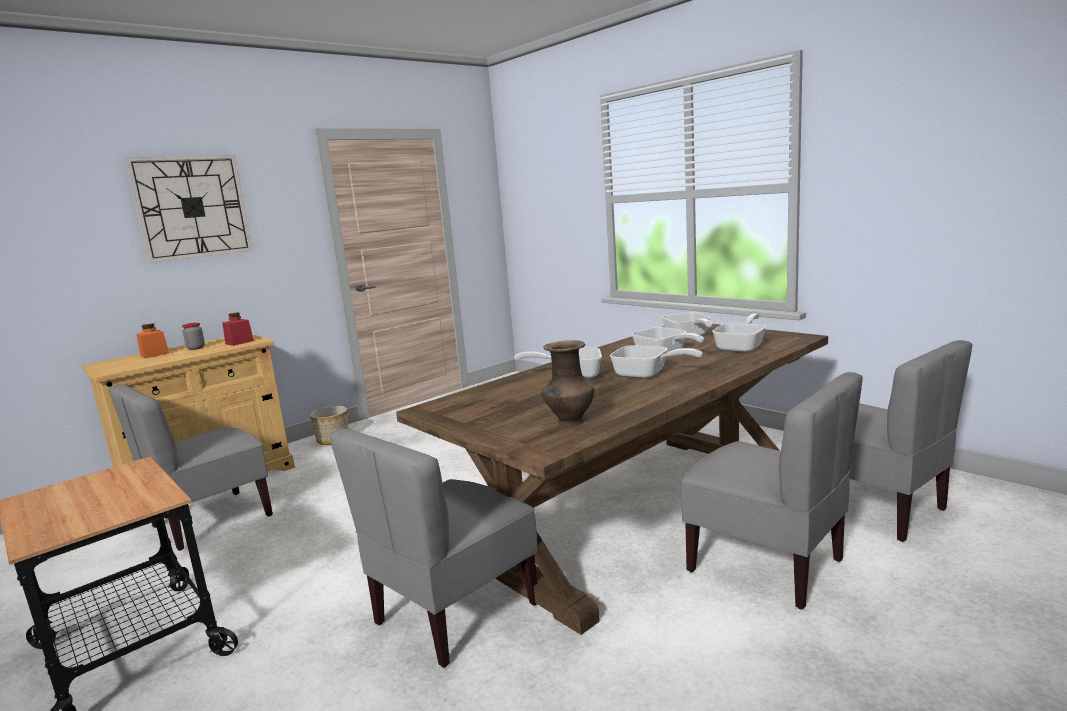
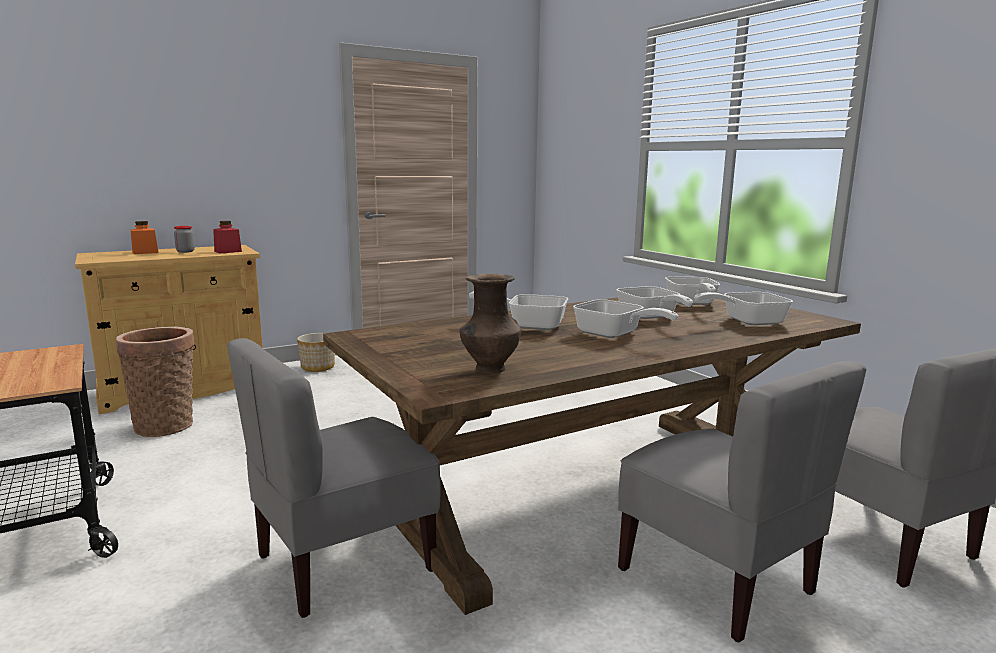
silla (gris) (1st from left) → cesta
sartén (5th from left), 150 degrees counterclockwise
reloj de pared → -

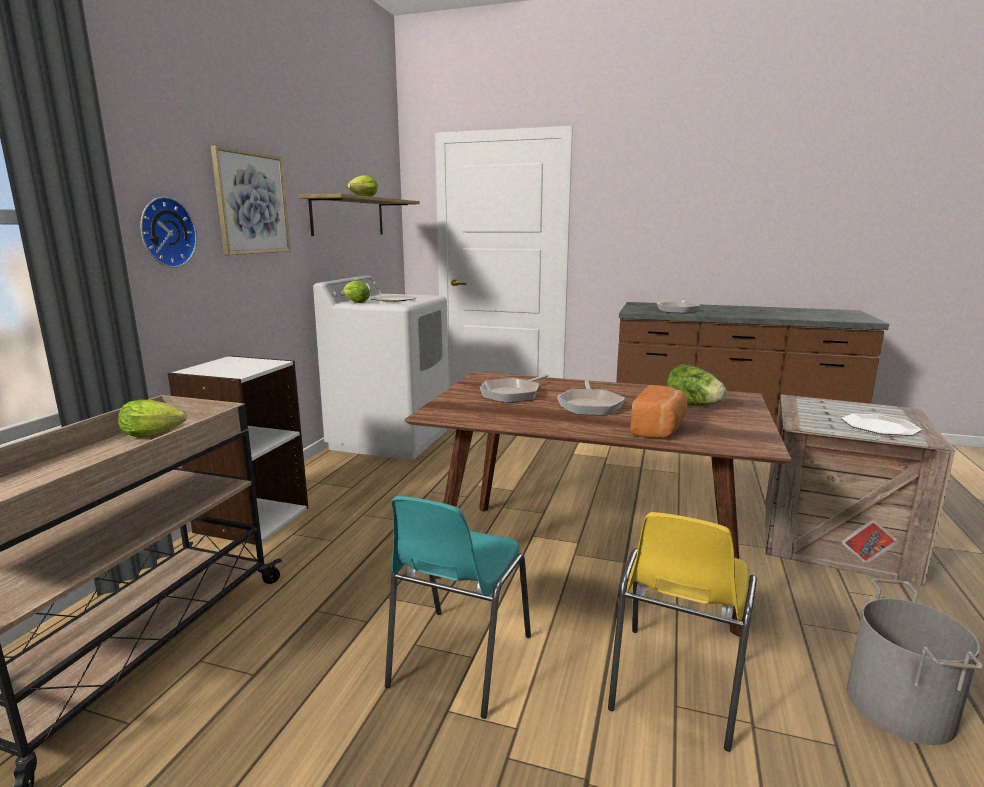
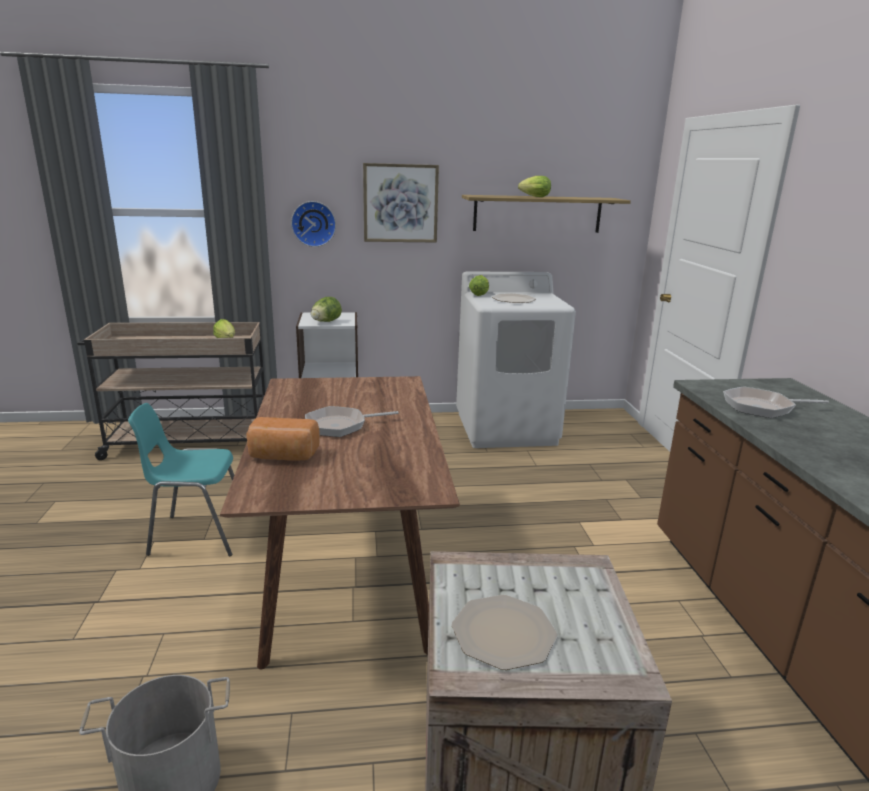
lechuga (4th from left in the first image) → lechuga (2nd from left), move
sartén (1st from left) → -
silla (amarillo) → -

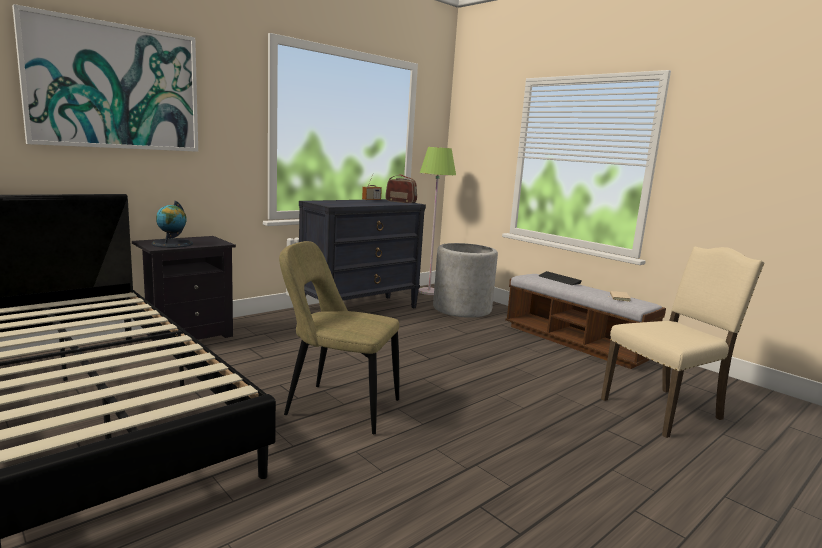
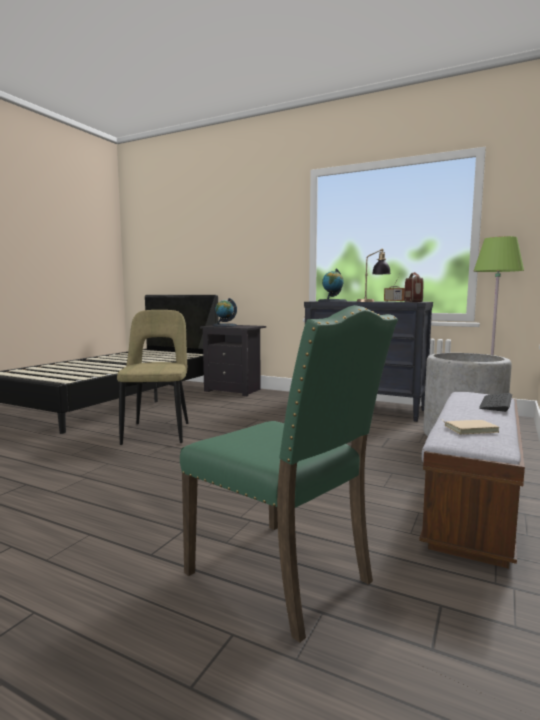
silla (beis) (2nd from left) → silla (verde)
- → globo terráqueo (2nd from left)
- → lámpara de mesa
cuadro → -

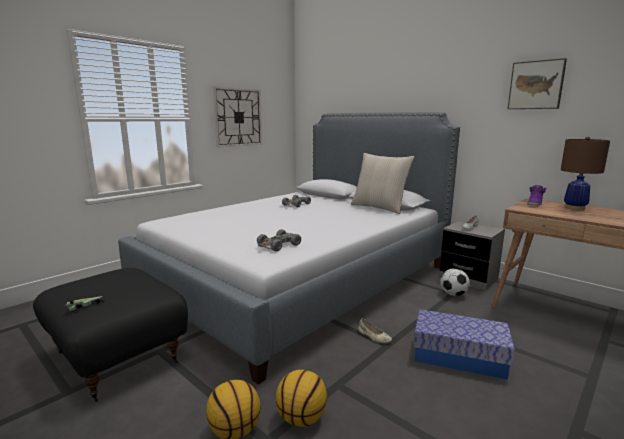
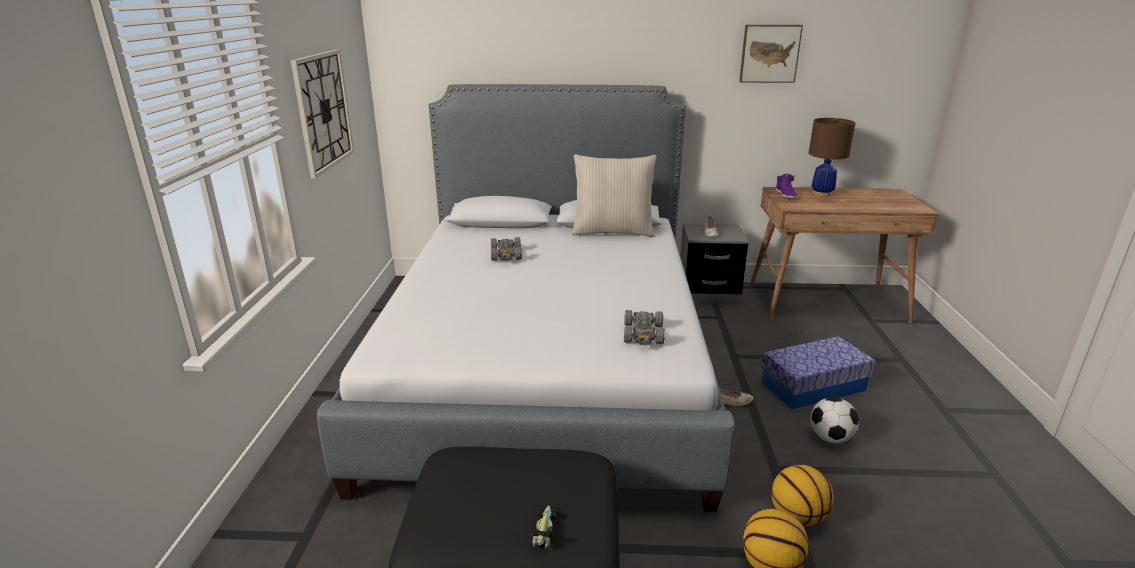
balón de fútbol, move

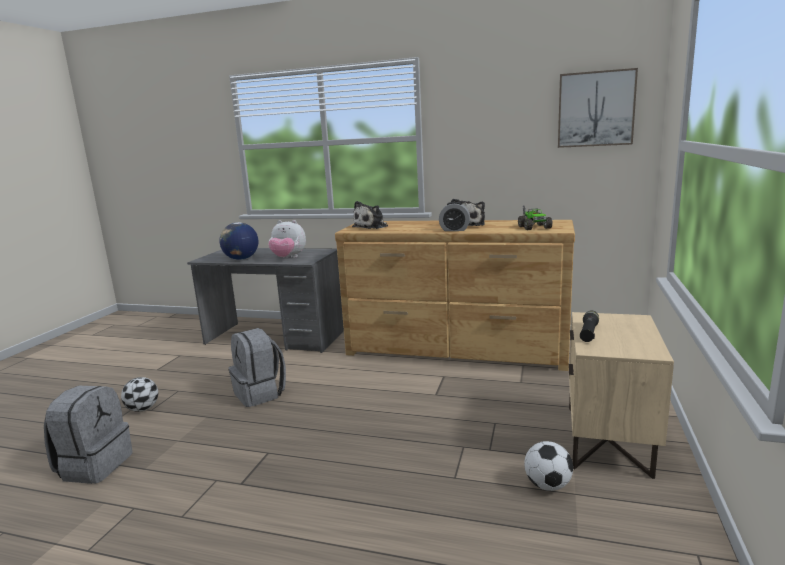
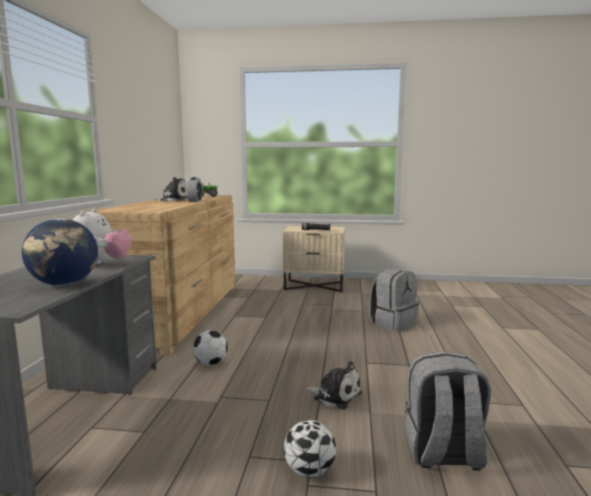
balón de fútbol (2nd from left in the first image) → balón de fútbol (1st from left), move
peluche (2nd from left in the first image) → peluche (3rd from left), move
mochila (gris) (2nd from left in the first image) → mochila (gris) (1st from left), move
cuadro → -

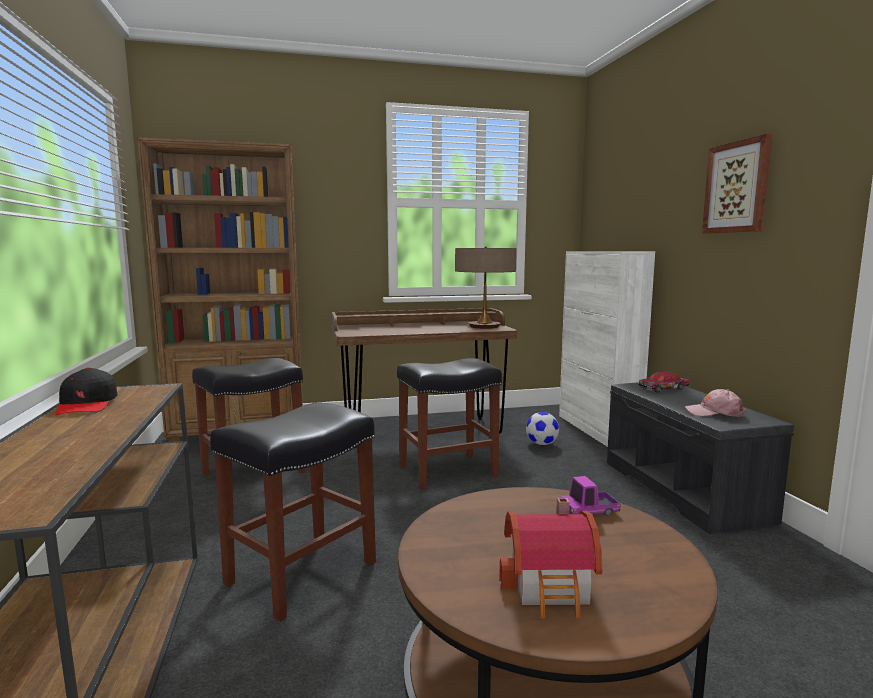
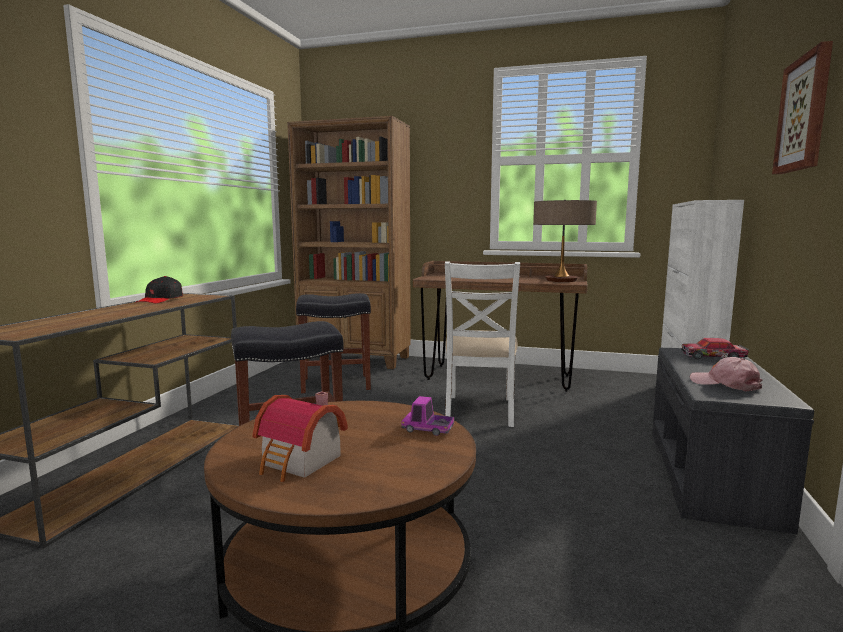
taburete (negro) (3rd from left) → silla (blanco)
balón de fútbol → -

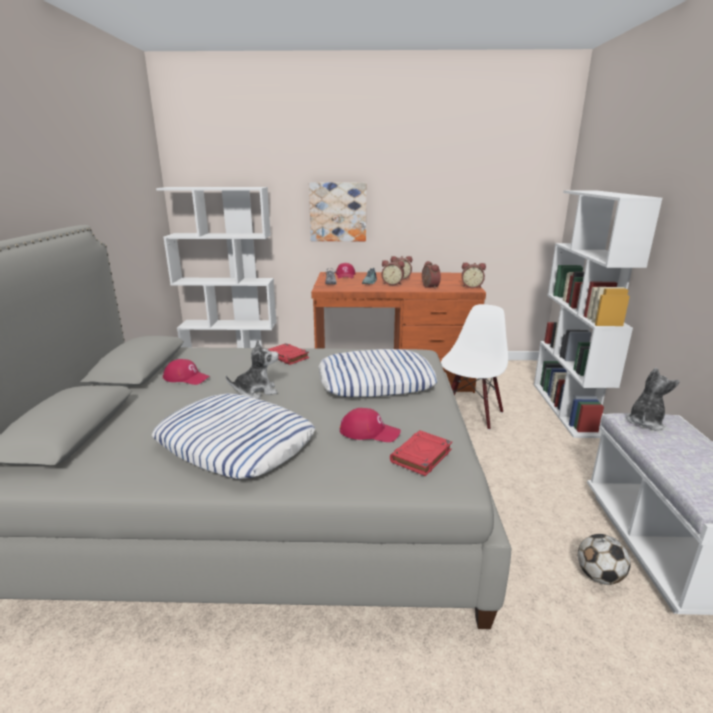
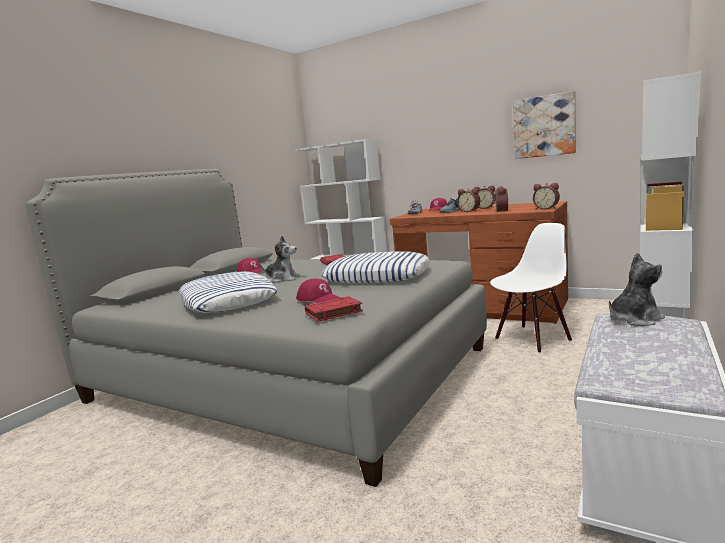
cuadro, move
balón de fútbol → -

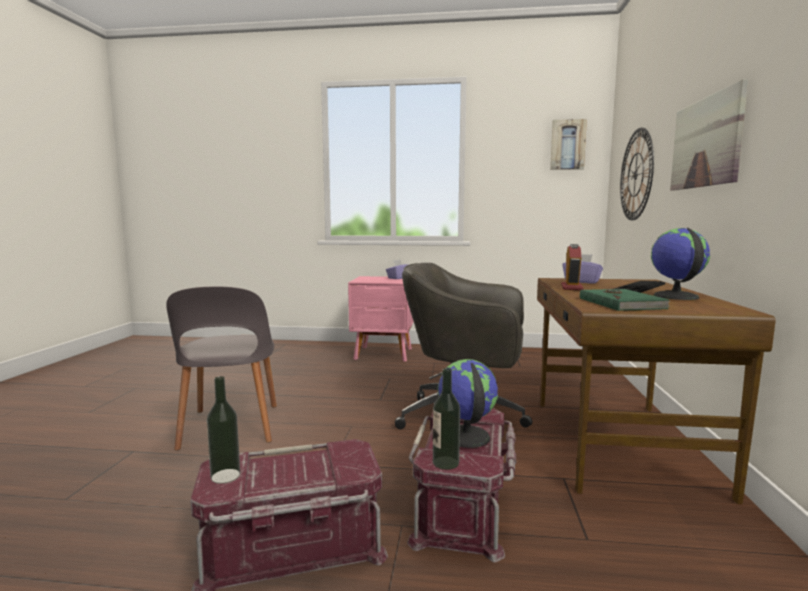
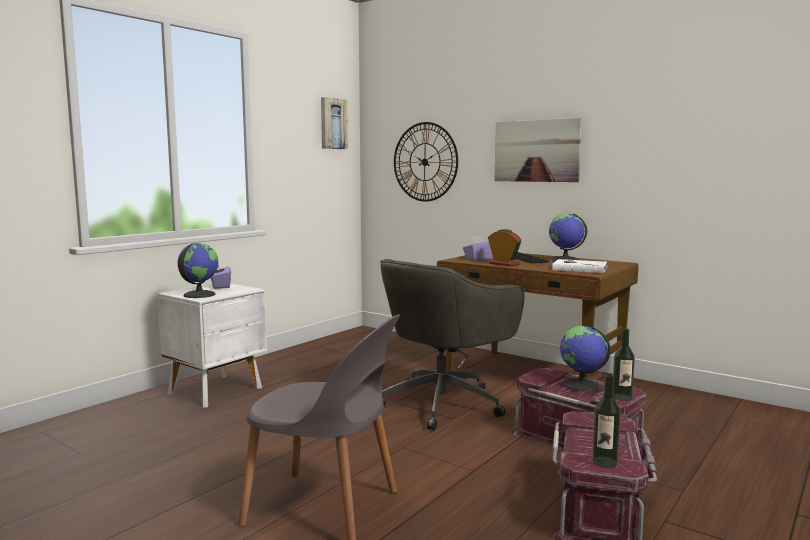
mesita de noche (rosa) → mesita de noche (blanco)
- → globo terráqueo (1st from left)
libro (verde) → libro (blanco)

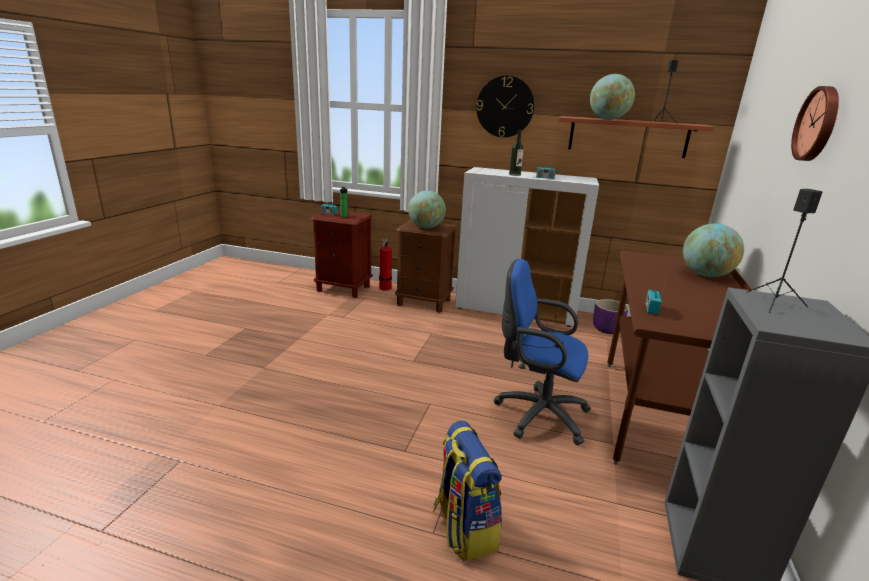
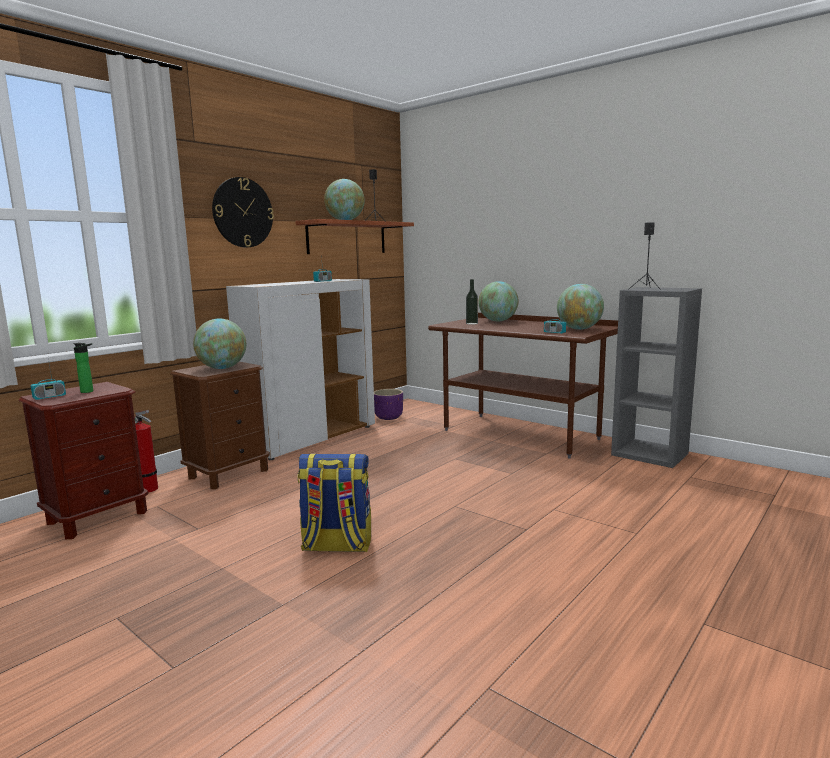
mochila, move
botella (2nd from left), move
- → globo terráqueo (4th from left)
silla de oficina (azul) → -
reloj de pared (2nd from left) → -

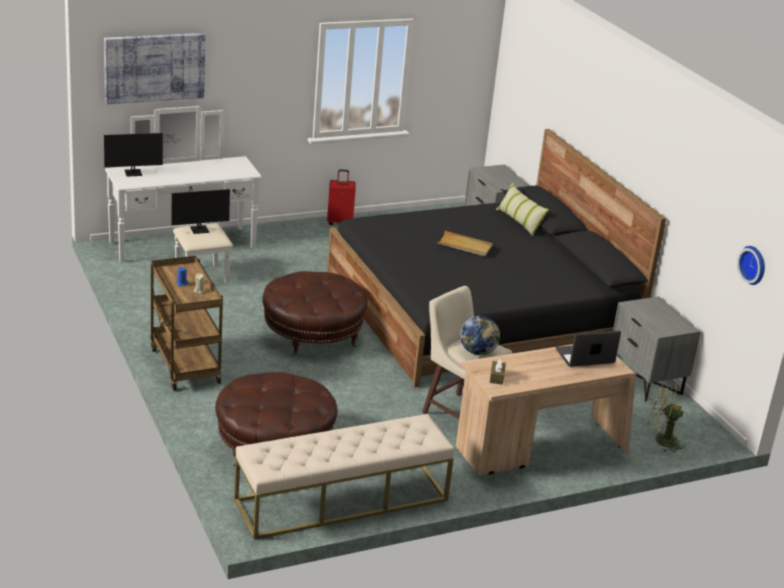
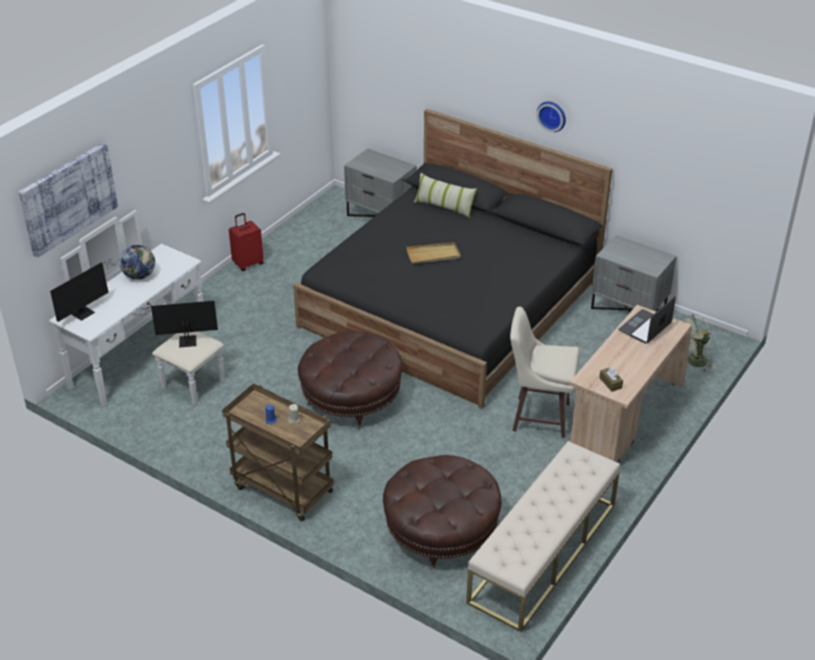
globo terráqueo, move
monitor (2nd from left), 135 degrees counterclockwise
reloj de pared, move

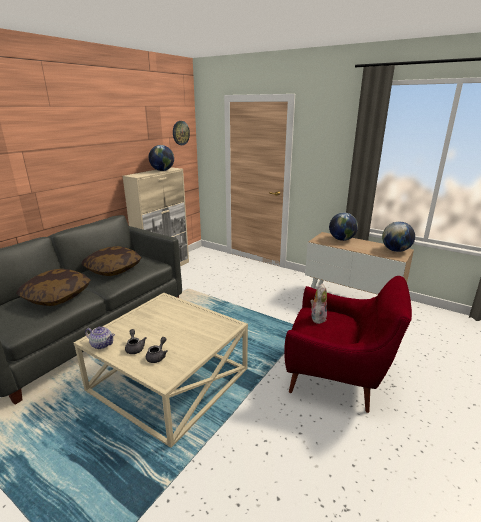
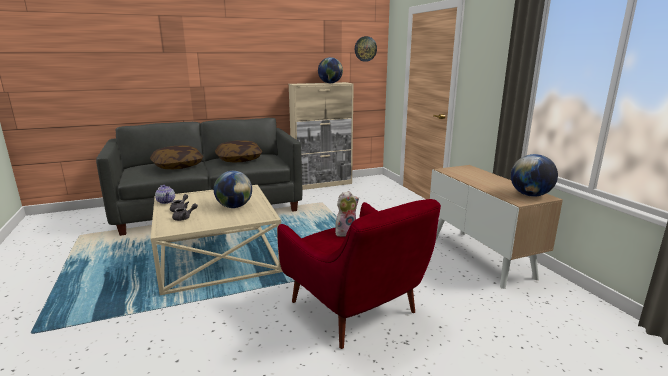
globo terráqueo (2nd from left in the first image) → globo terráqueo (1st from left), move

